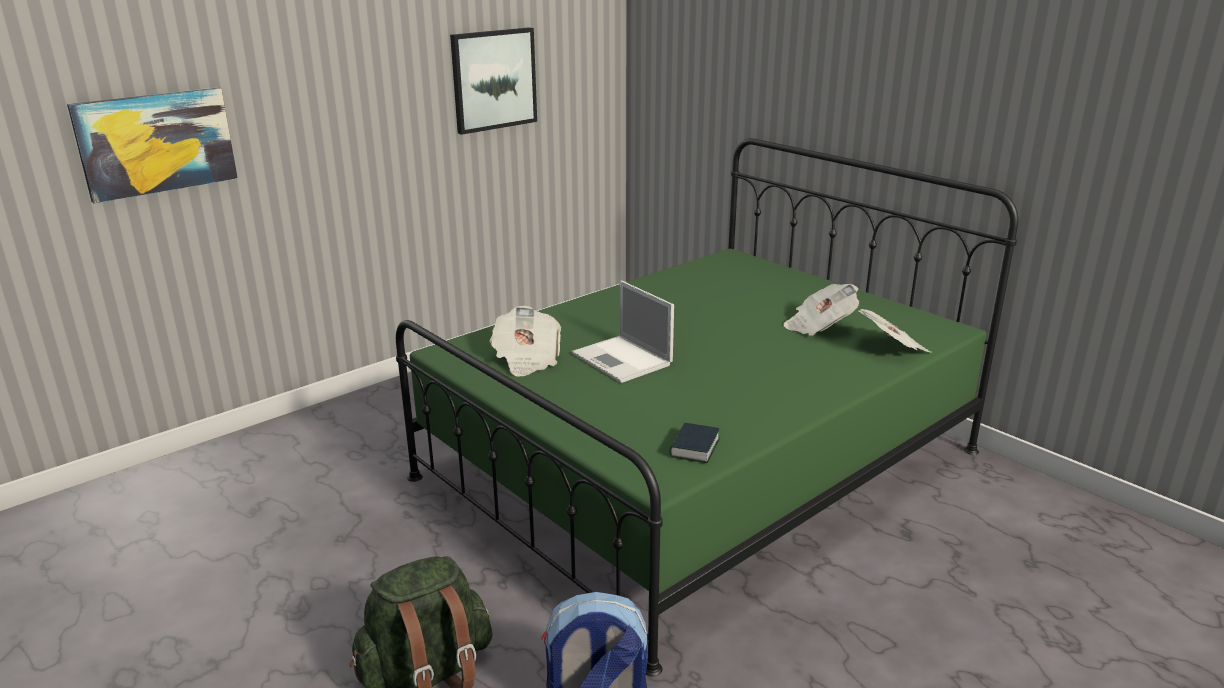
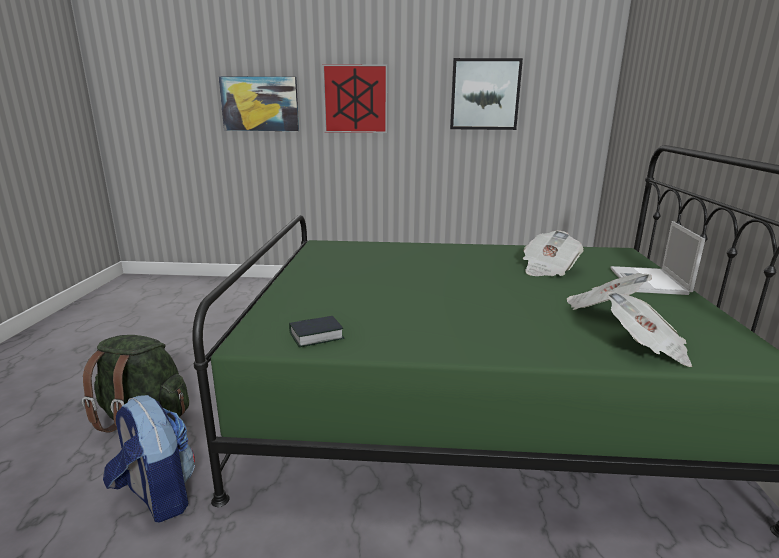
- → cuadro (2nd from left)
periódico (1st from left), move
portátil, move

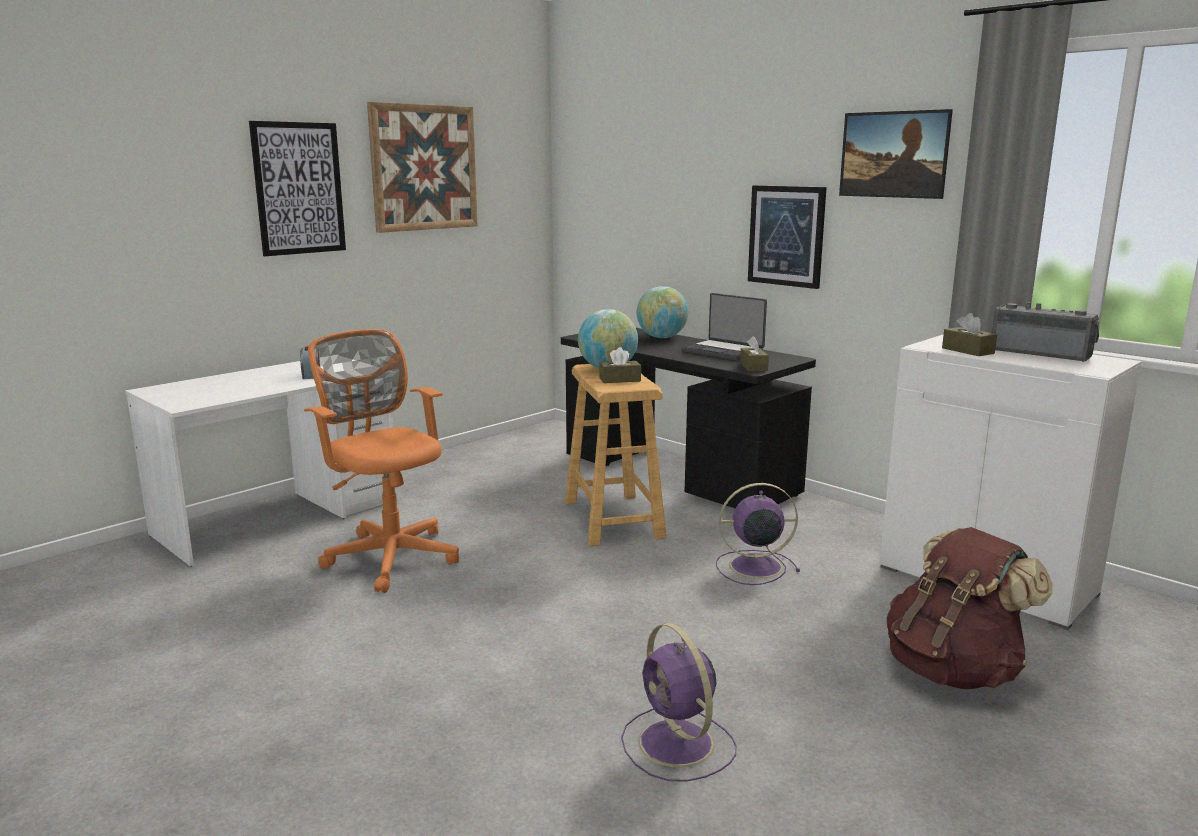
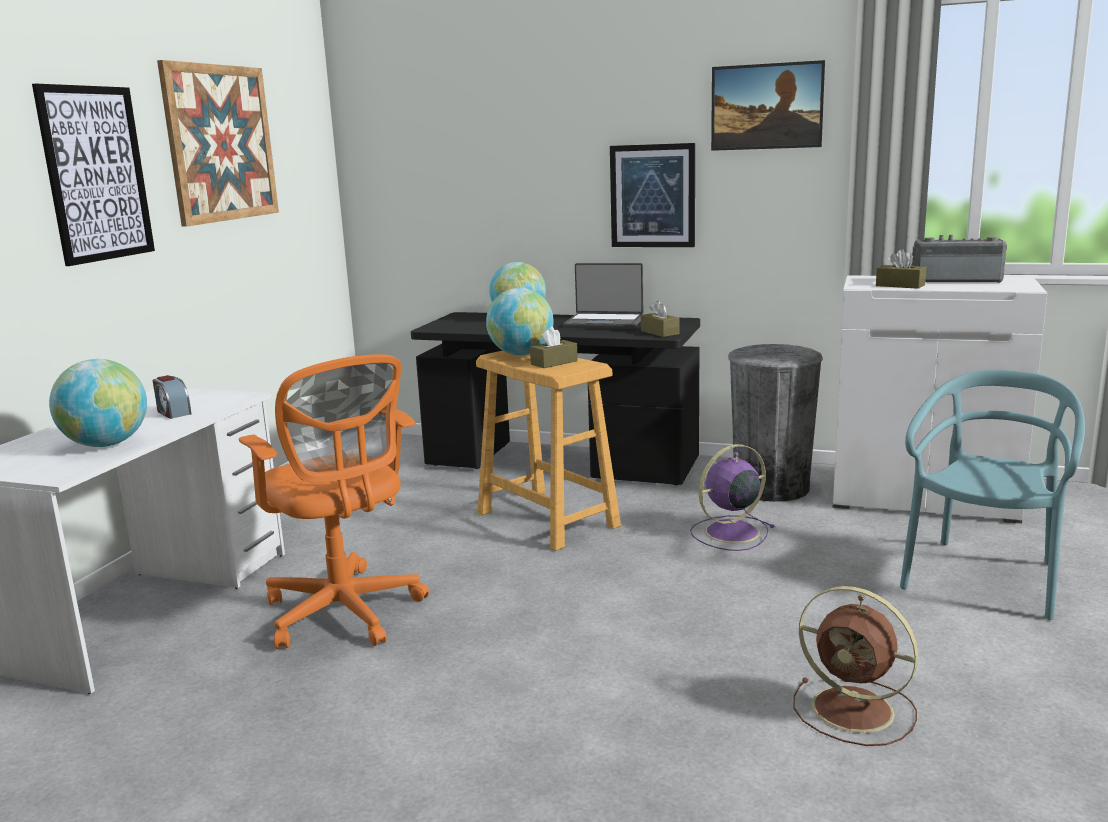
- → globo terráqueo (1st from left)
silla de oficina (naranja), 150 degrees counterclockwise
- → papelera (gris)
ventilador (morado) (1st from left) → ventilador (marrón)
mochila (marrón) → silla (turquesa)

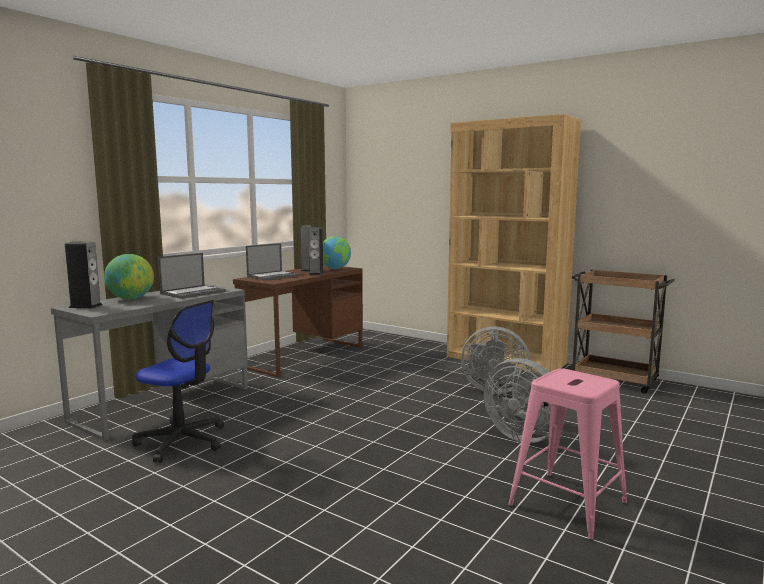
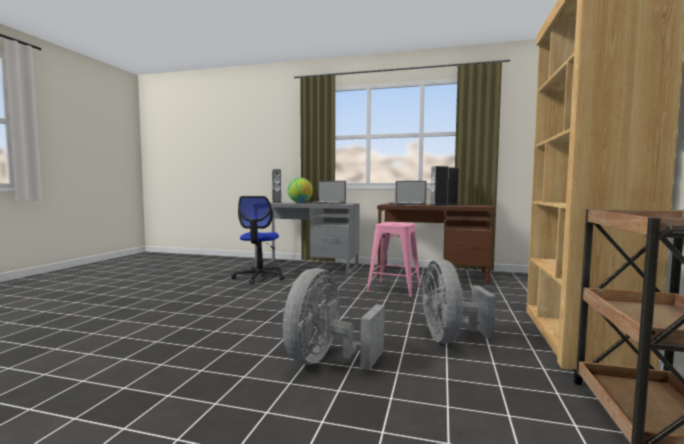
taburete (rosa), move
globo terráqueo (2nd from left) → -

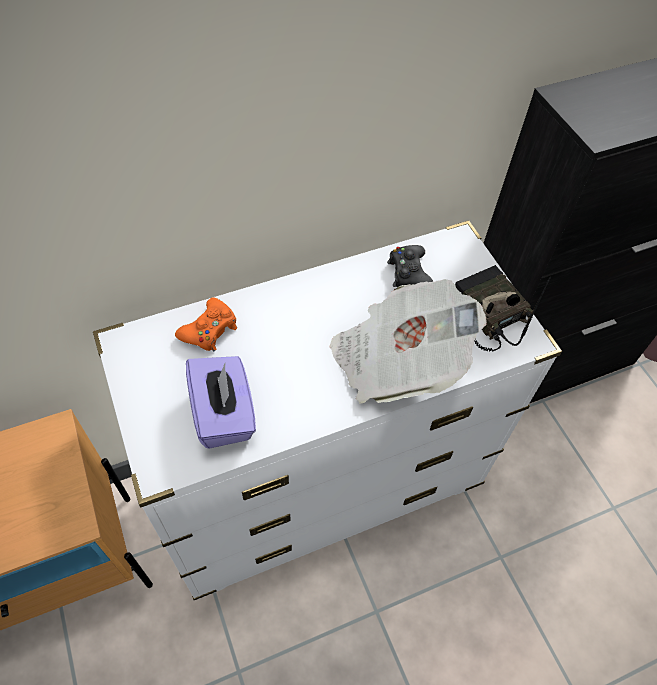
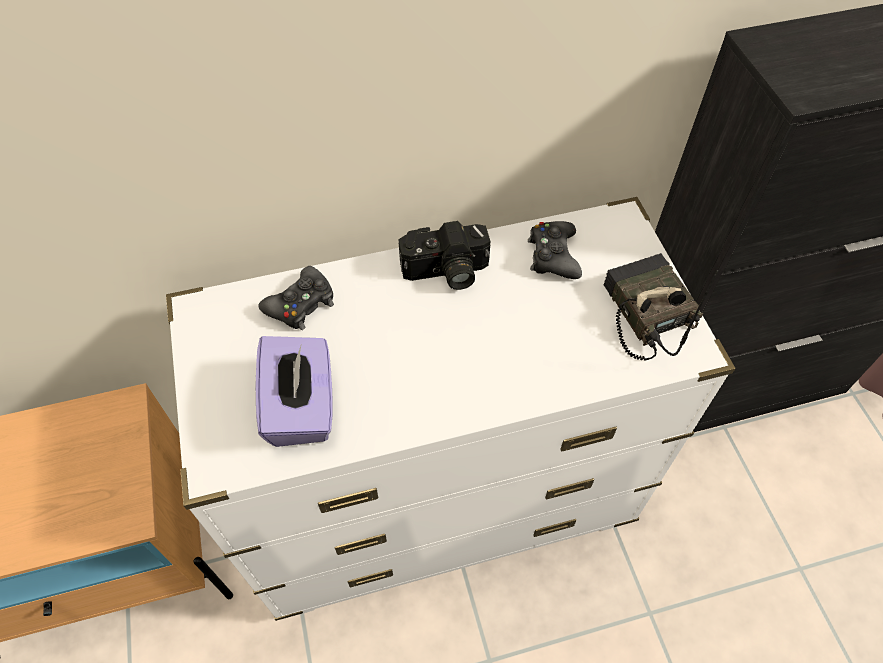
mando de consola (naranja) → mando de consola (negro) (1st from left)
- → cámara
periódico → -

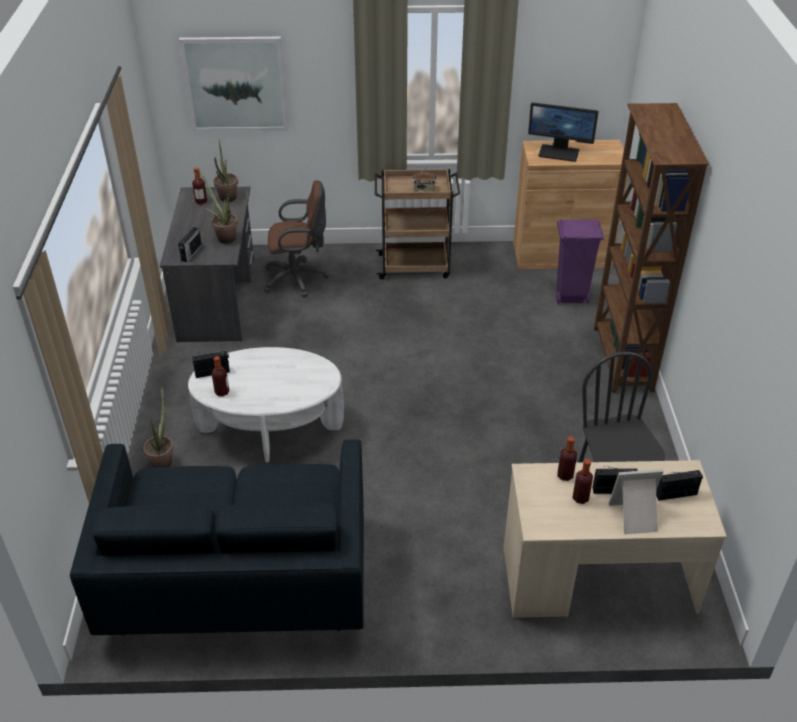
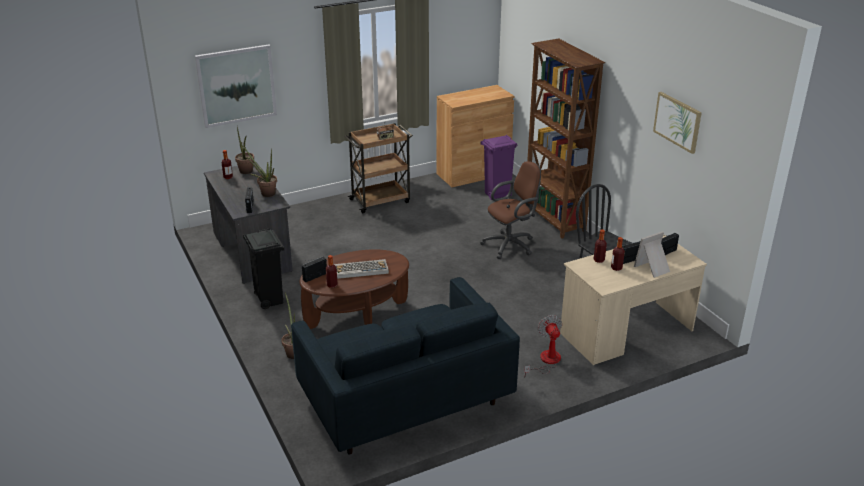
- → papelera (negro)
mesa de centro (blanco) → mesa de centro (marrón)
- → teclado
silla de oficina (marrón), move
- → ventilador
- → cuadro (2nd from left)
monitor → -

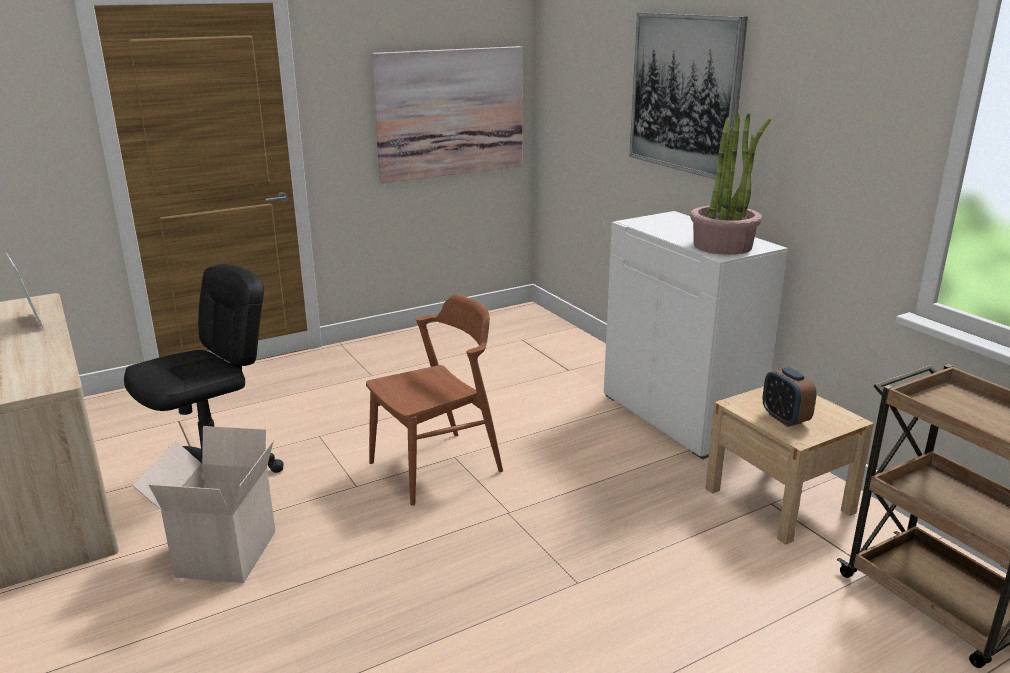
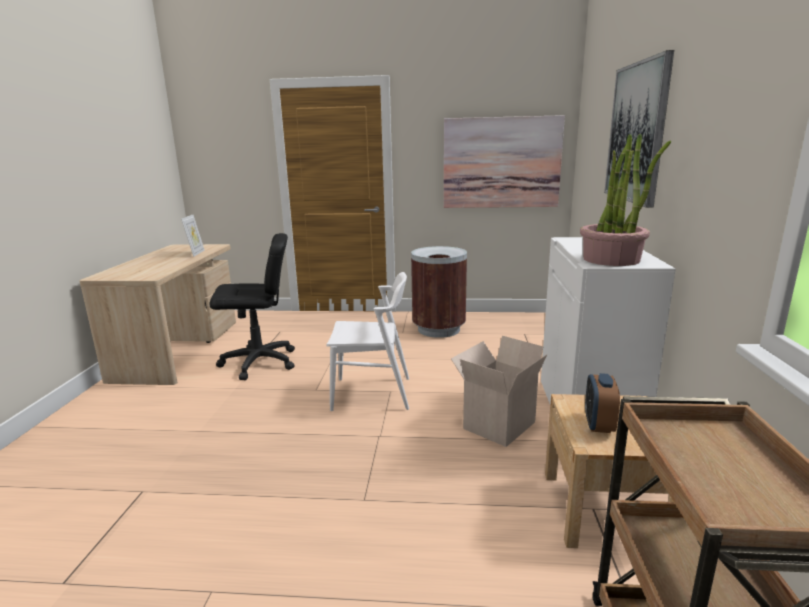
silla (marrón) → silla (blanco)
- → papelera (marrón)
caja de cartón, move

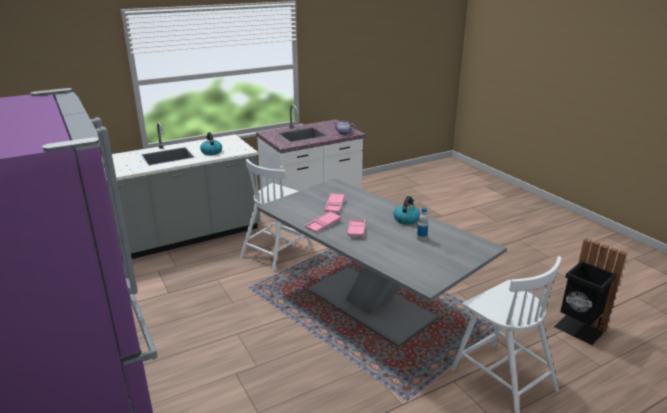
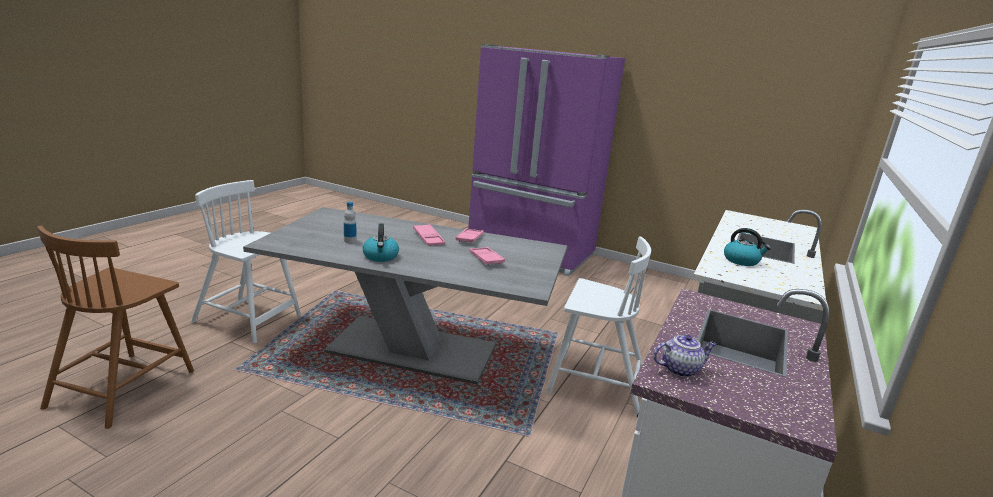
papelera (negro) → silla (marrón)
silla (blanco) (1st from left in the first image) → silla (blanco) (2nd from left), 105 degrees clockwise

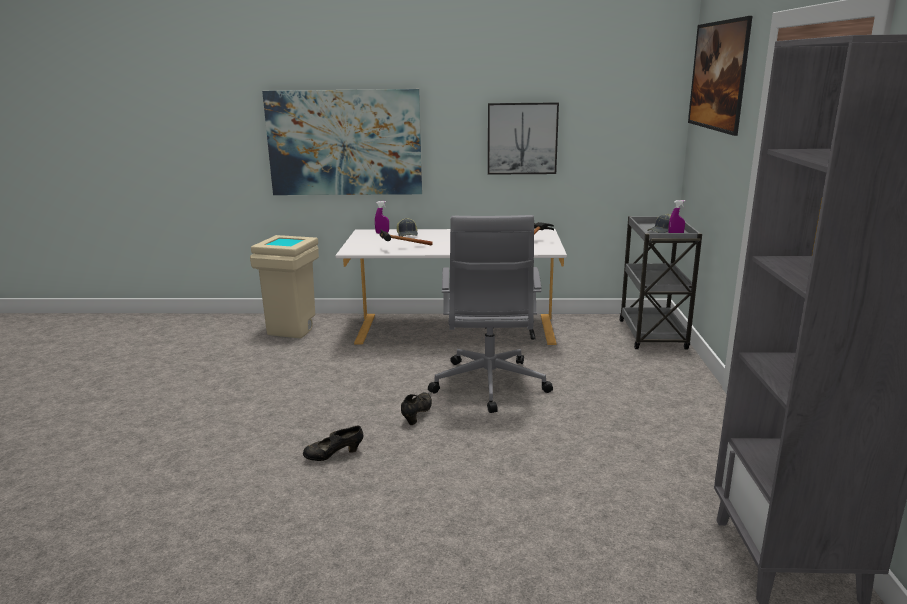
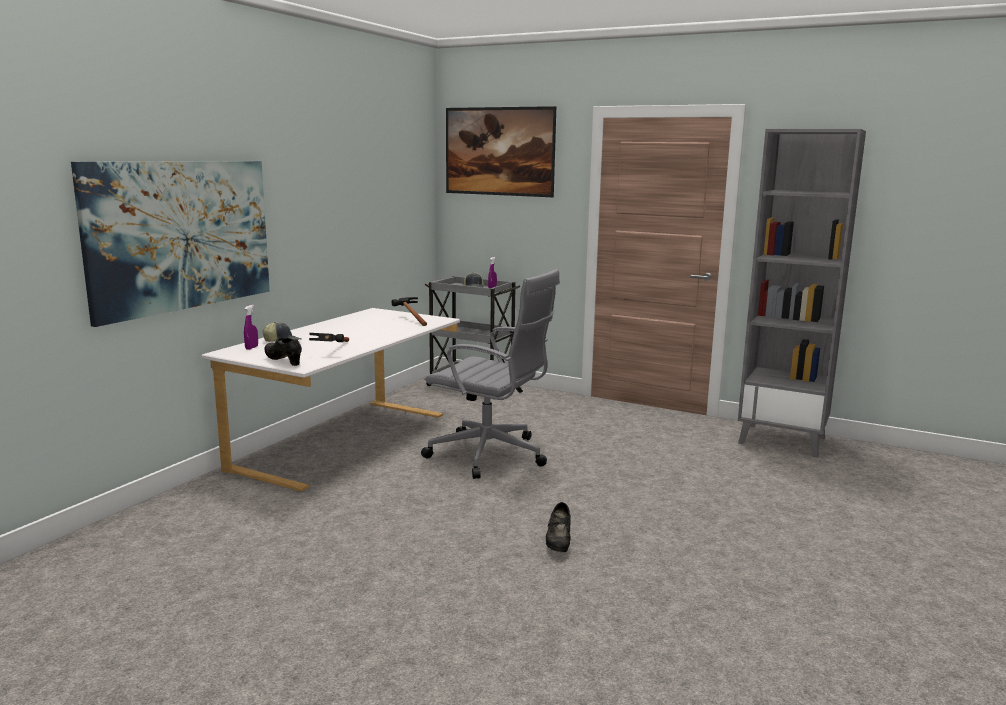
zapato (negro) (2nd from left in the first image) → zapato (negro) (1st from left), move
papelera (beis) → -
cuadro (2nd from left) → -

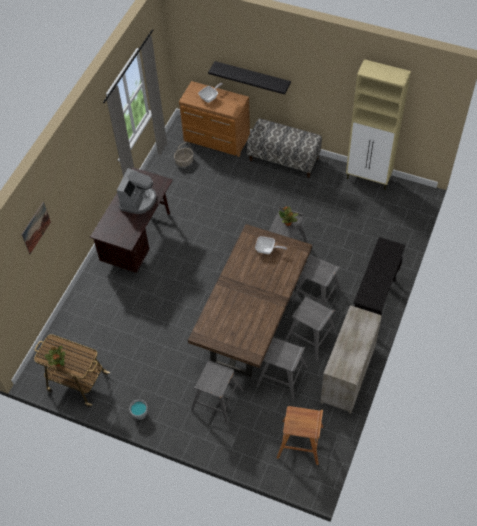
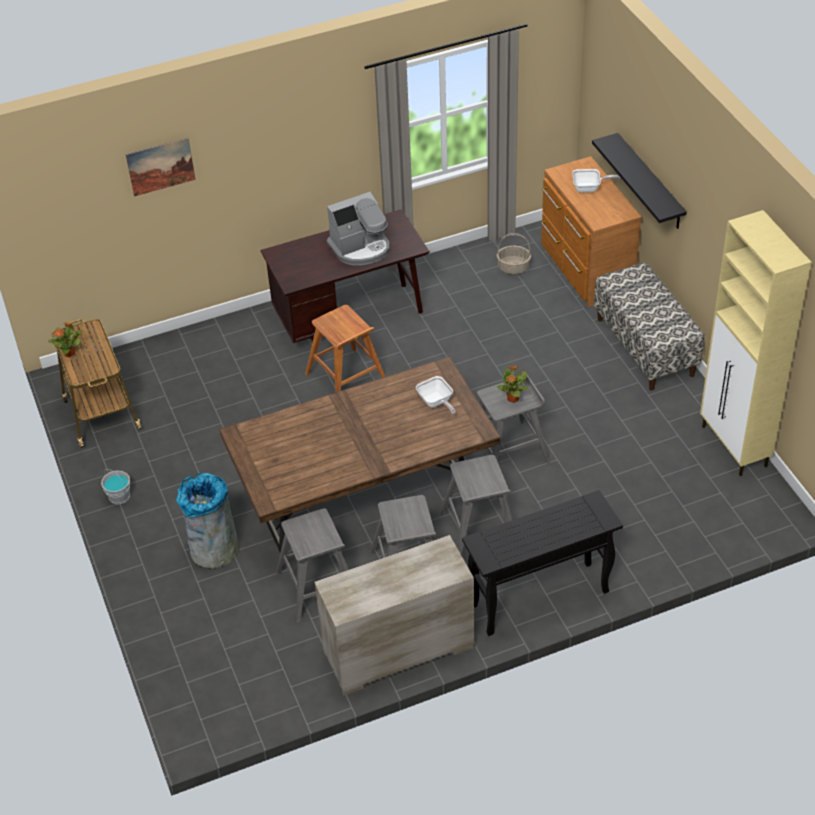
taburete (gris) (1st from left) → papelera (gris)
taburete (marrón), move

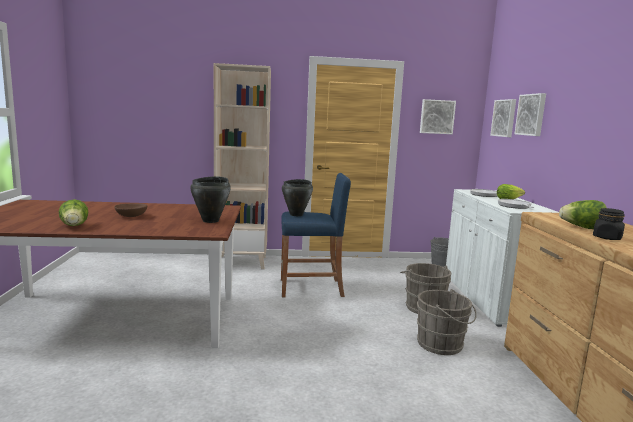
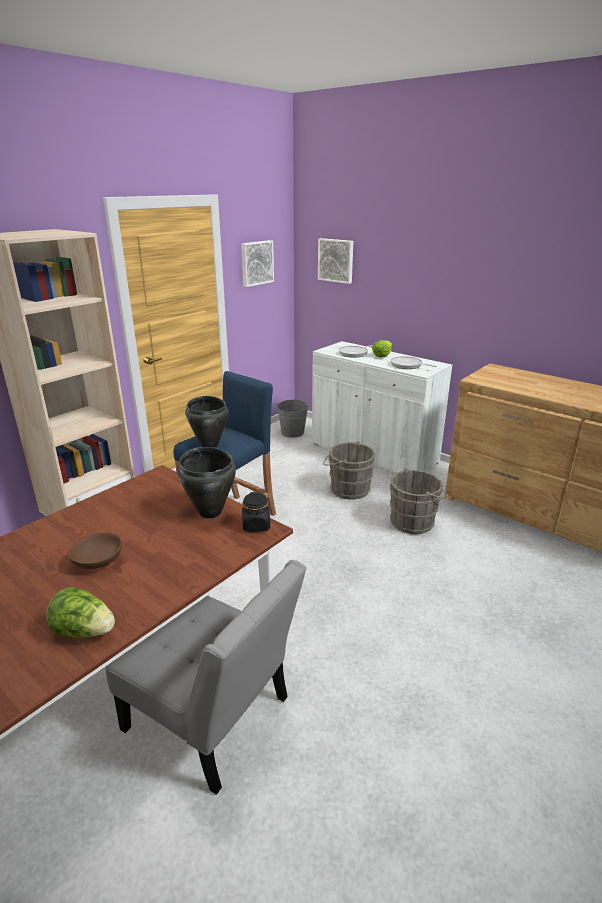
- → silla (gris)
tarro (negro), move
cuadro (3rd from left) → -
lechuga (3rd from left) → -

